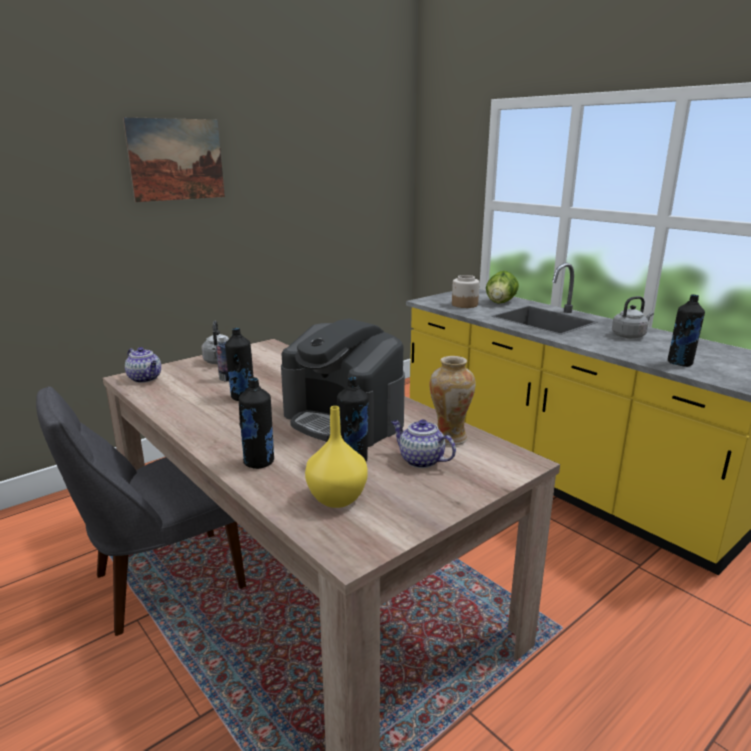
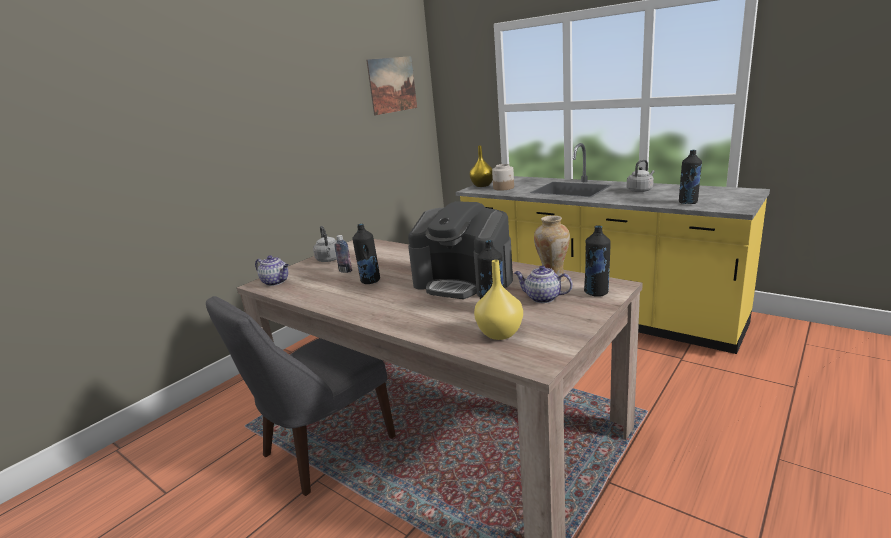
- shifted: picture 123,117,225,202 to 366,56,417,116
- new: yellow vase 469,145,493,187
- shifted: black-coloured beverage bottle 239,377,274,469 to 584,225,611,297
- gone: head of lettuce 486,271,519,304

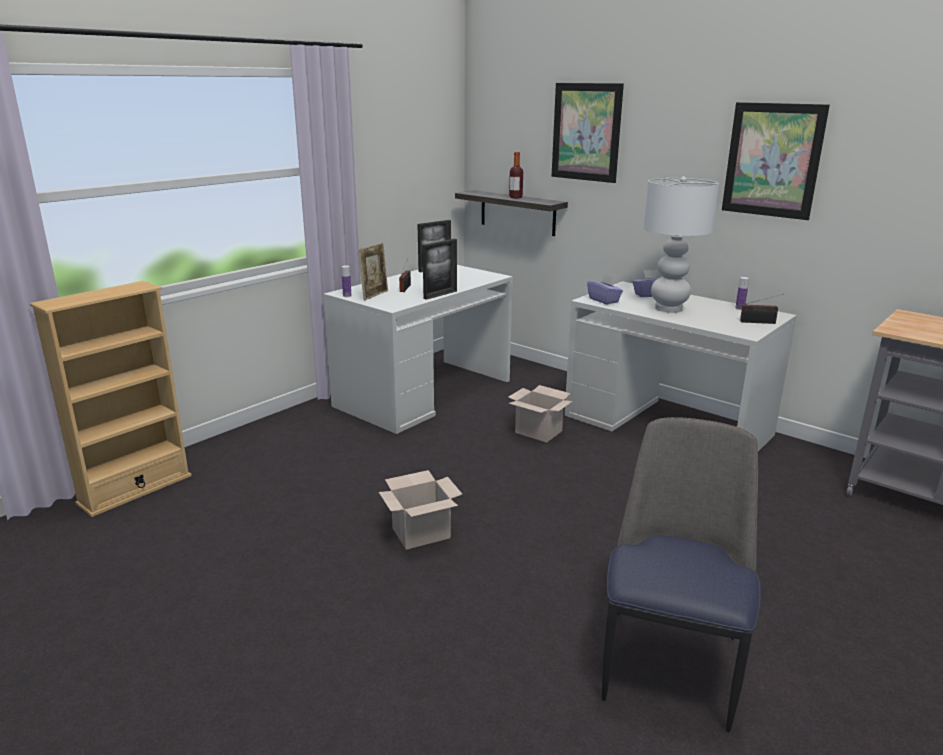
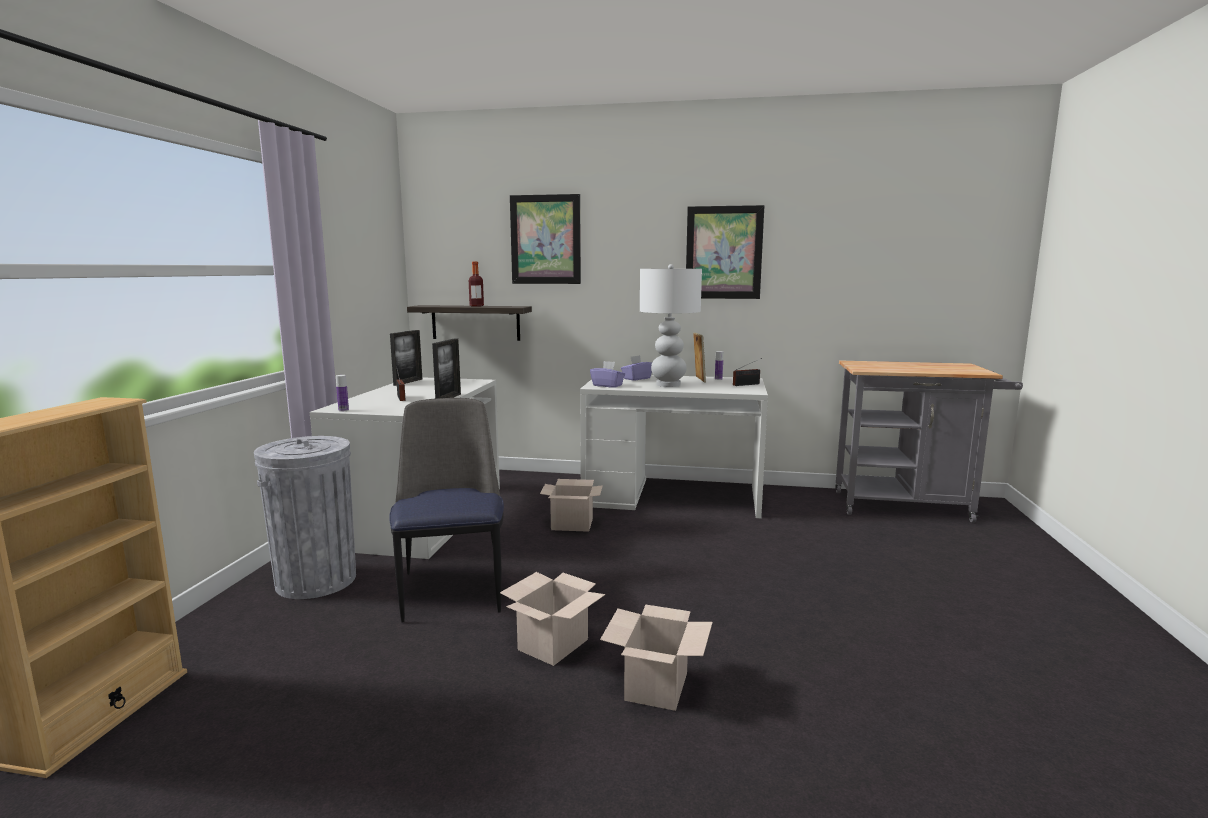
- new: greyish trash can 254,436,356,599
- shifted: plain chair 602,417,761,732 to 389,398,504,623
- new: cardboard box 600,604,713,711
- shifted: photo frame 358,243,388,300 to 693,333,706,383

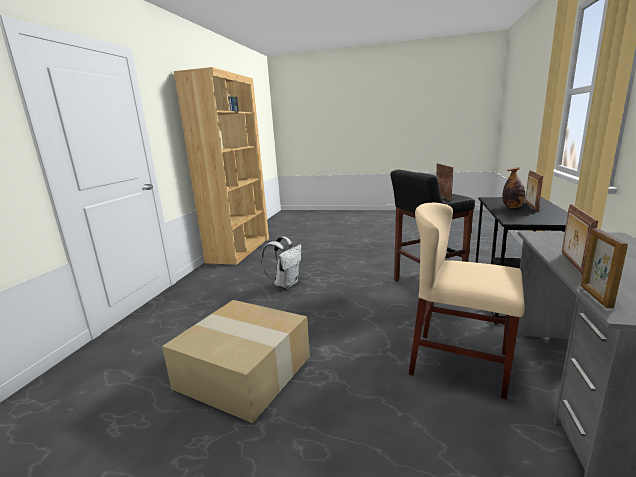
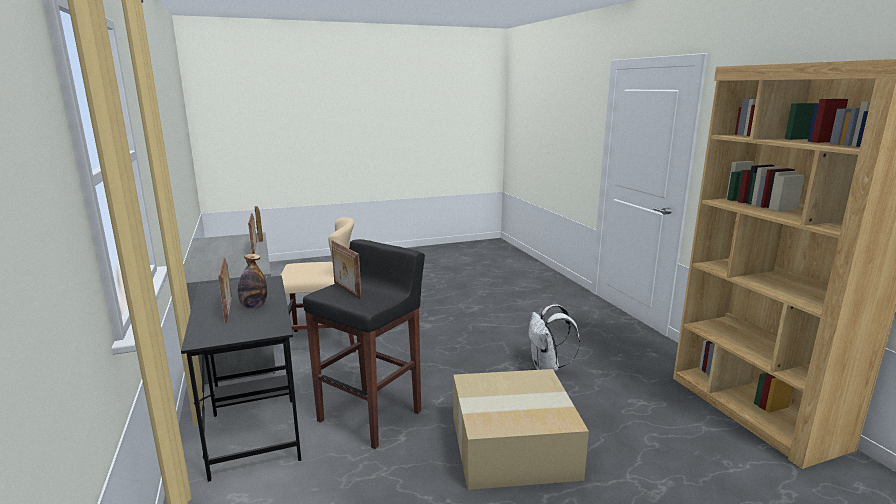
- shifted: cardboard box 162,300,310,423 to 453,369,589,490

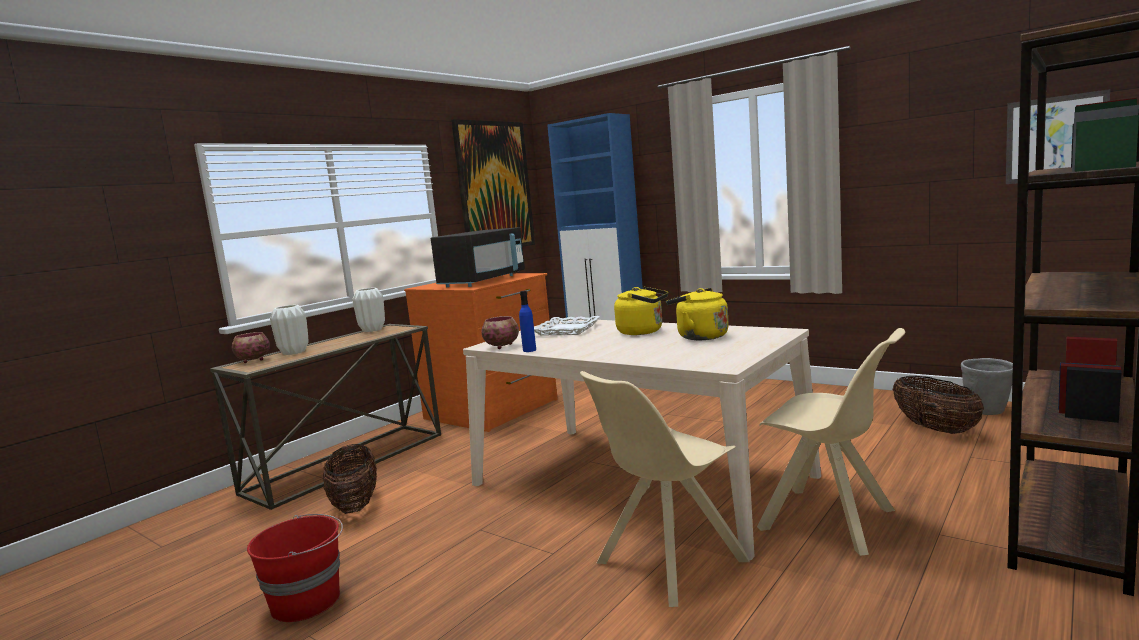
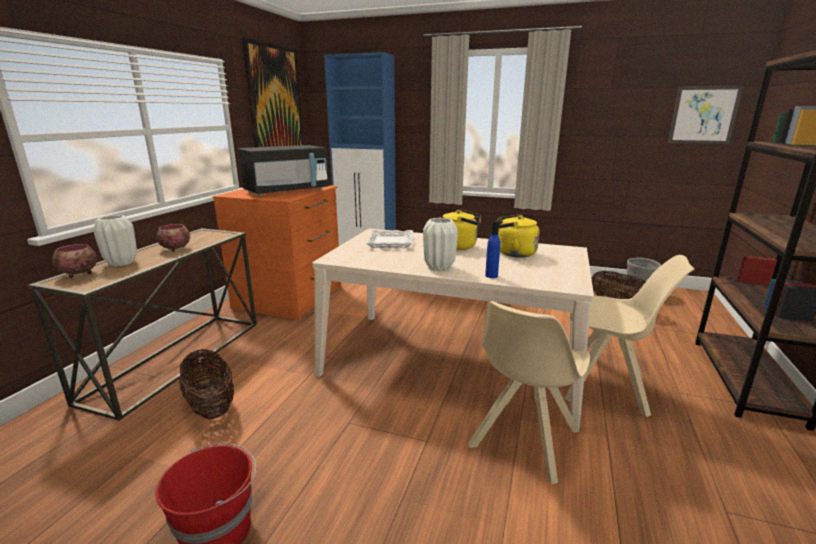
- shifted: serving bowl 481,316,519,349 to 156,224,190,252
- rotated: black-coloured microwave oven 431,227,525,287 = 238,145,329,196 45 degrees clockwise
- shifted: white vase 352,288,385,332 to 423,218,458,271
- shifted: blue beverage bottle 519,291,536,352 to 485,221,500,278

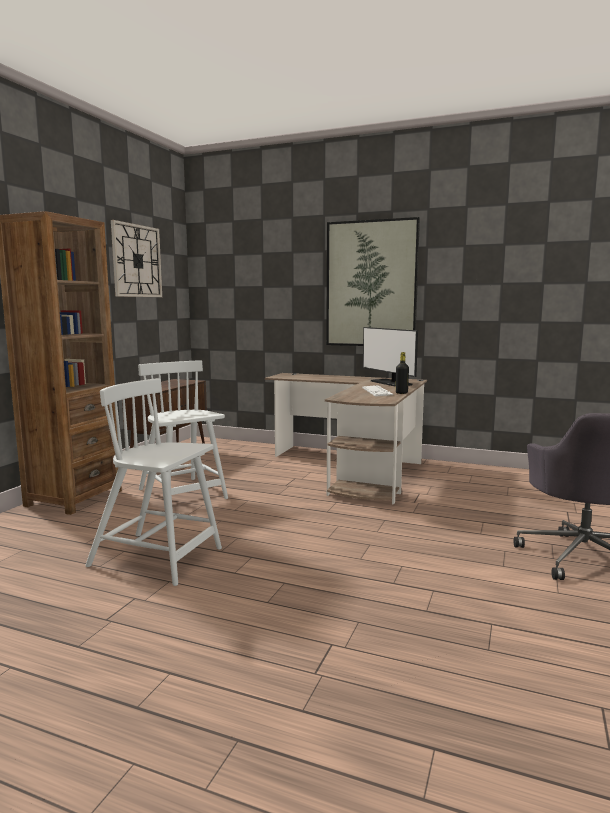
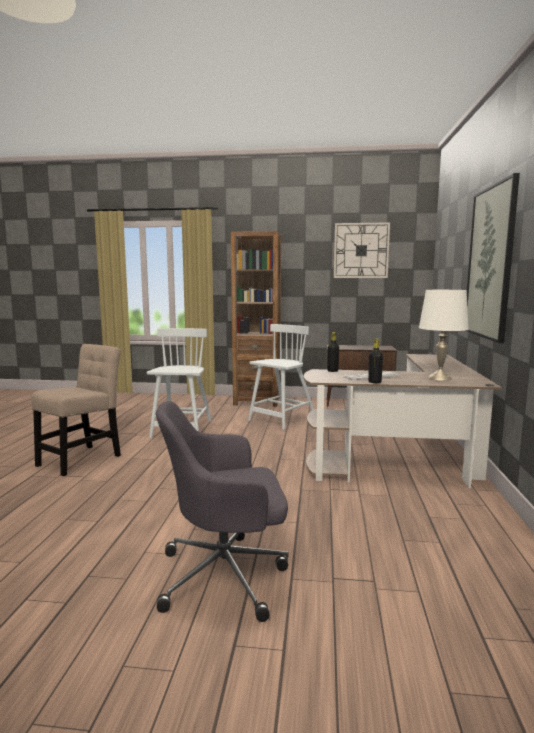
- new: sand-coloured plain chair 31,344,121,476
- new: black-coloured beverage bottle 327,332,339,372
- swapped: computer screen 363,327,418,387 to white table lamp 419,290,469,381

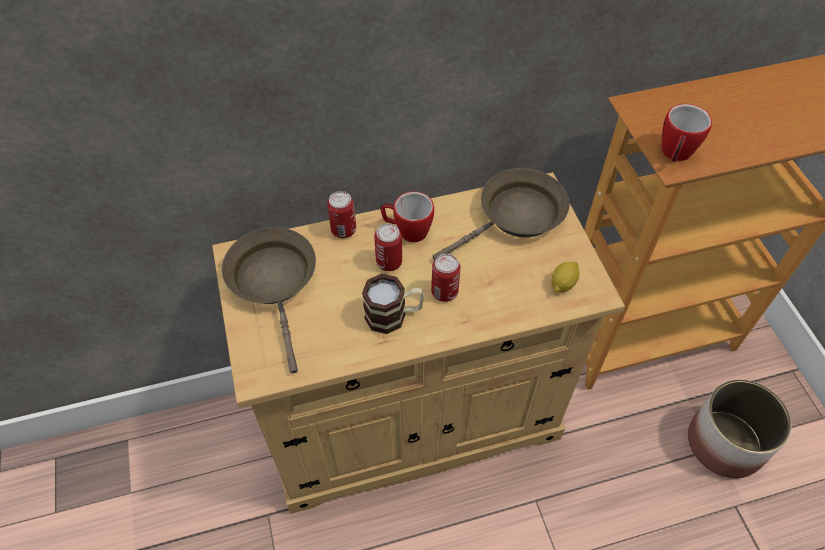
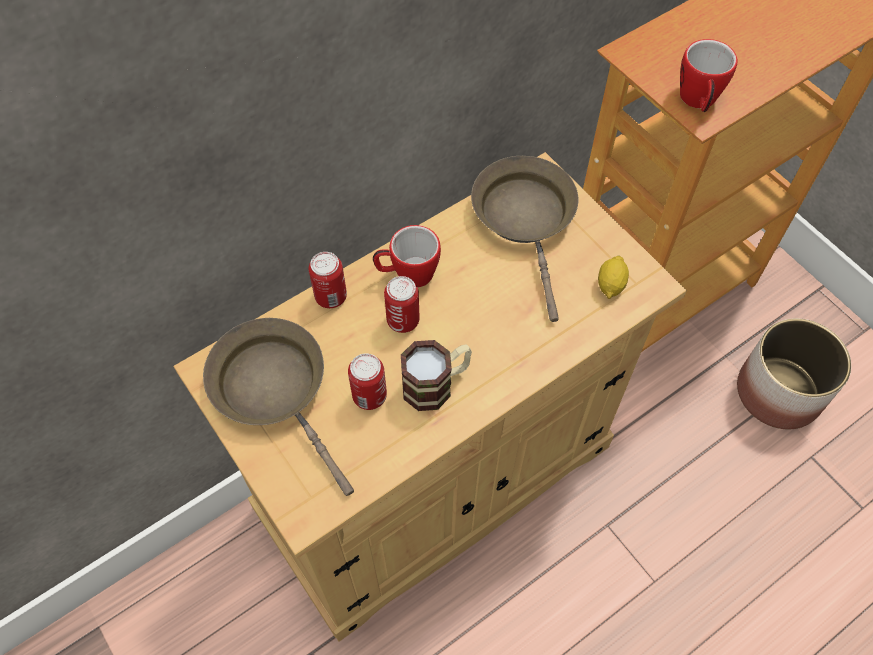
- shifted: can 431,254,461,302 to 348,353,387,410
- rotated: brownish pan 432,168,570,261 = 471,156,579,322 45 degrees counterclockwise

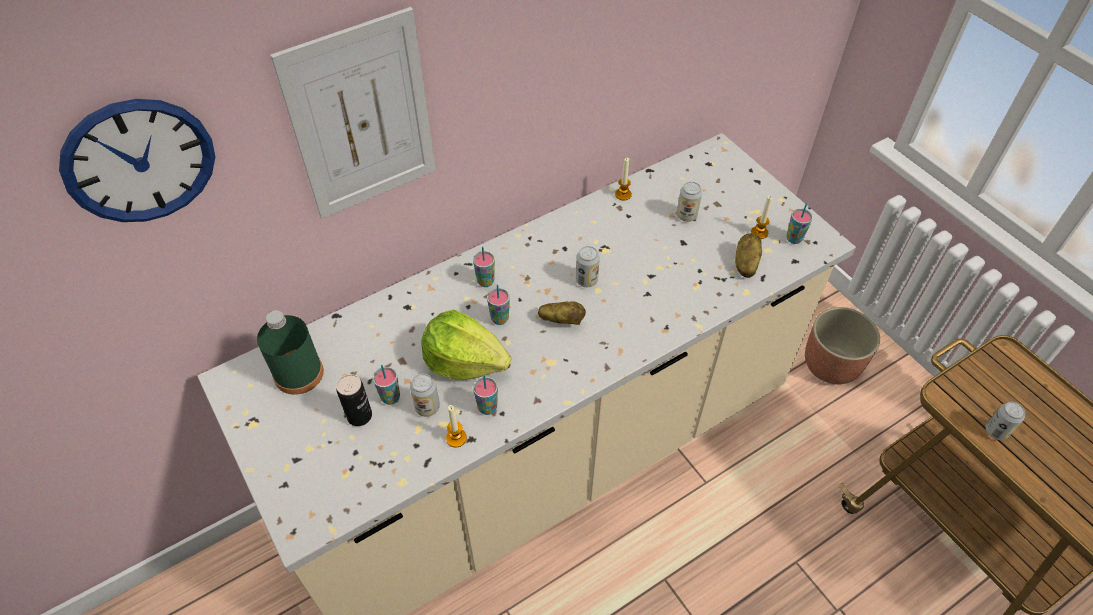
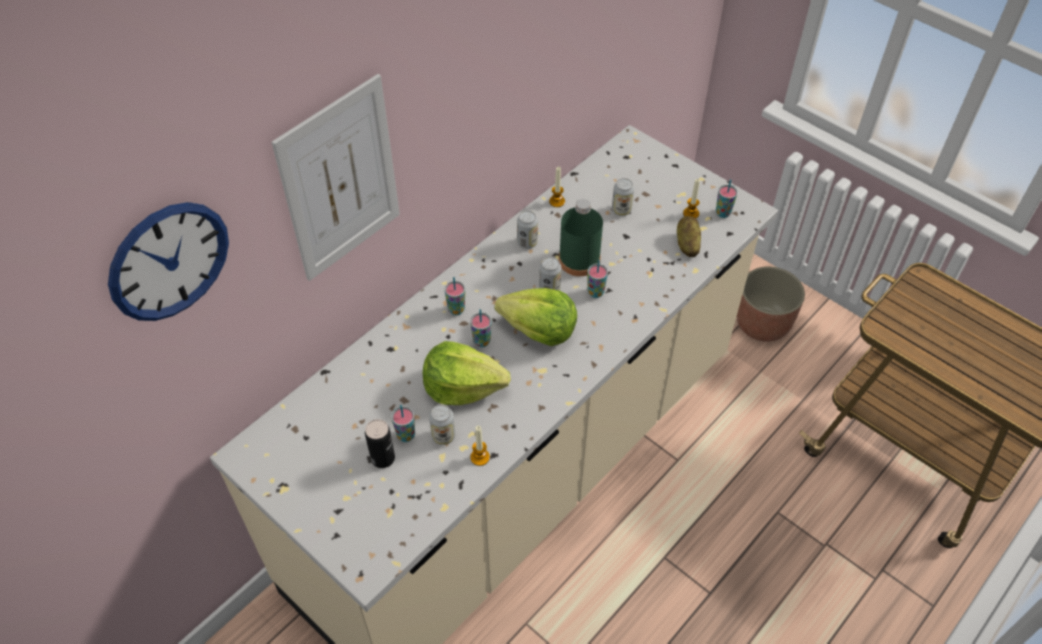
- swapped: spud 538,301,586,325 to head of lettuce 495,288,577,346
- shifted: can 986,402,1025,440 to 517,211,538,249
- shifted: green-coloured beverage bottle 257,310,324,395 to 559,199,603,276
- shifted: drinking cup 473,375,498,415 to 587,260,608,298

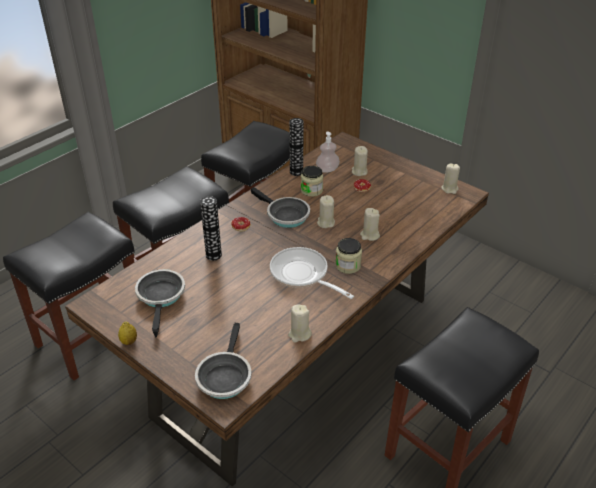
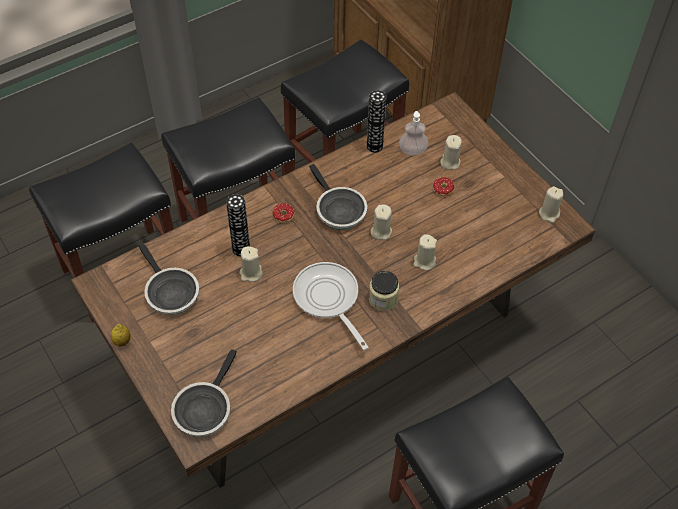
- rotated: pan 135,269,185,337 = 139,244,199,315 135 degrees clockwise
- shifted: sand-coloured wax light 288,305,312,343 to 240,246,263,282
- gone: storage jar 301,166,323,197

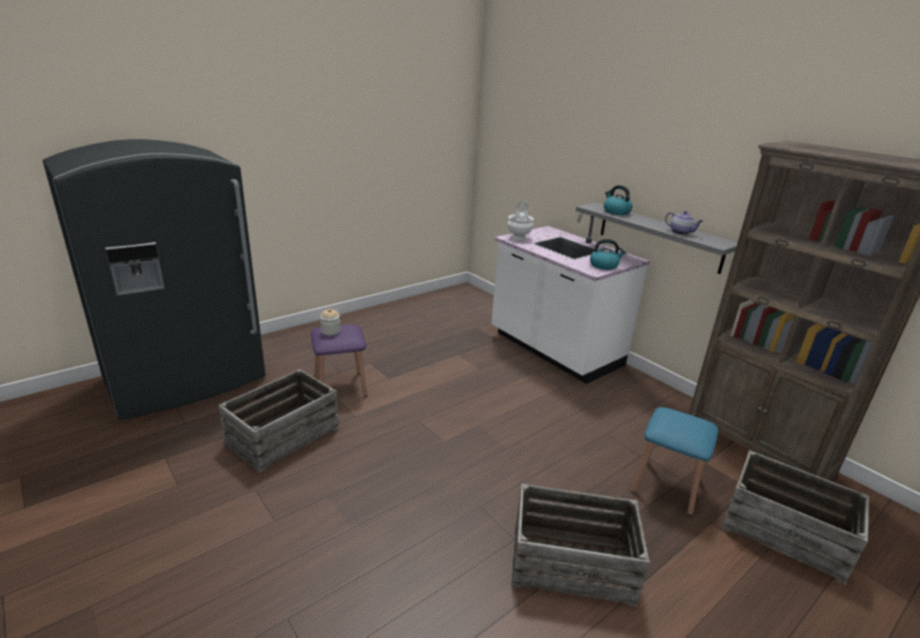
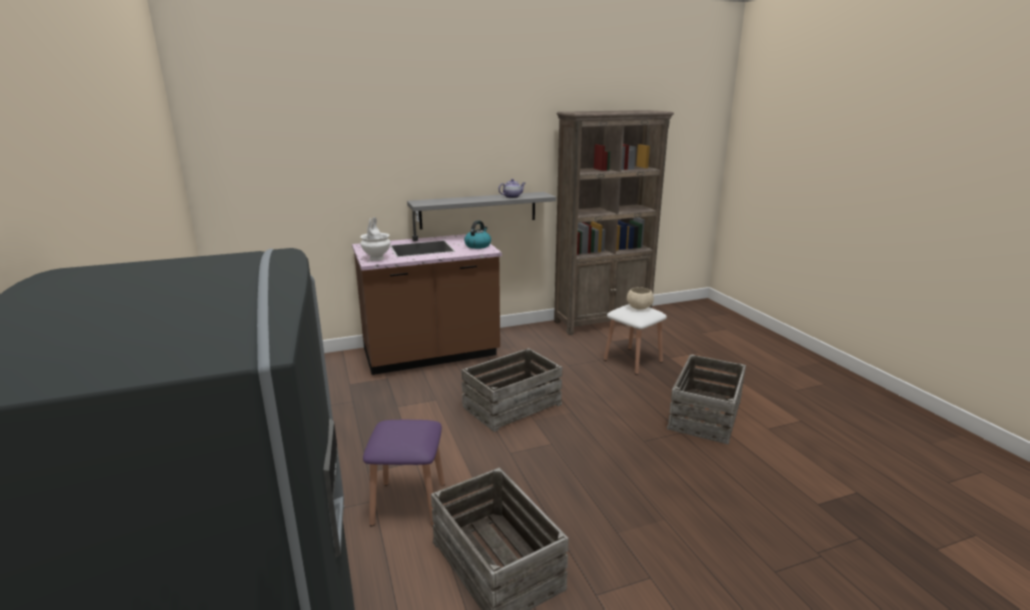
- repainted: white kitchen counter 491,213,650,384 to brownish kitchen counter 352,211,502,375
- shifted: packing crate 721,450,869,586 to 461,348,562,432
- repainted: blue stool 631,407,718,516 to white stool 604,304,667,375
- new: sand-coloured serving bowl 627,287,654,310
- gone: storage jar 320,308,340,336
- gone: tea kettle 604,185,633,215

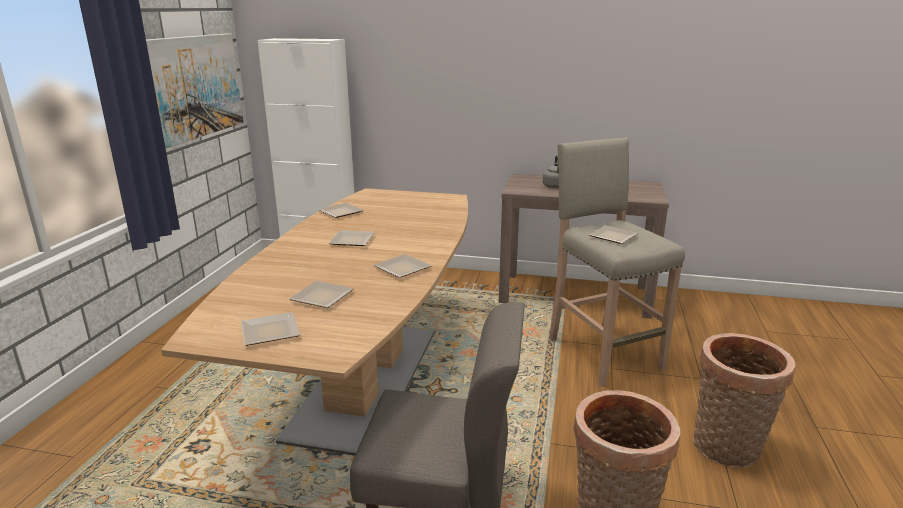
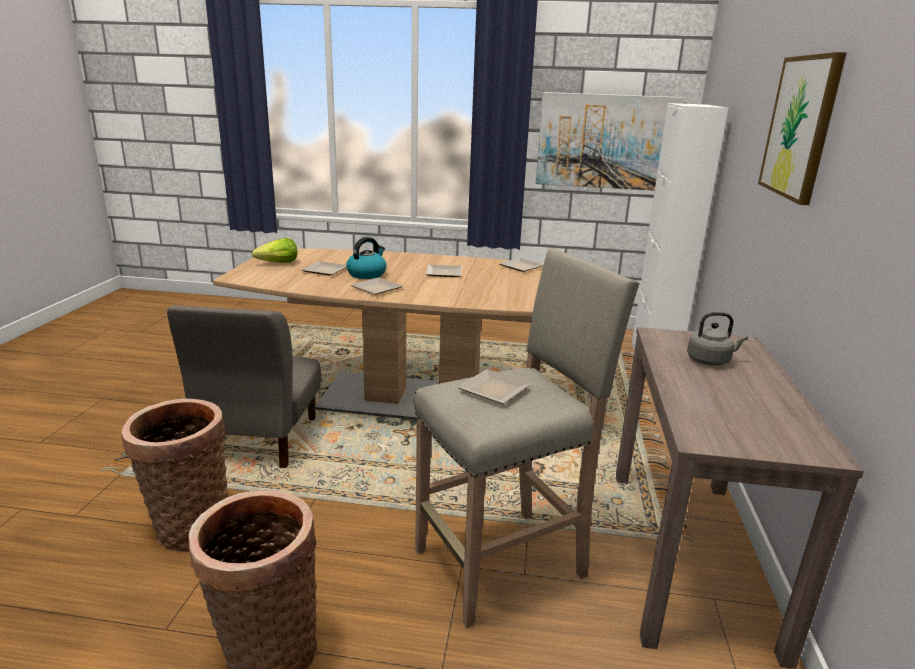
- swapped: flat dish 241,312,300,346 to head of lettuce 252,238,297,263
- new: tea kettle 346,237,386,279
- new: picture 758,52,847,205

